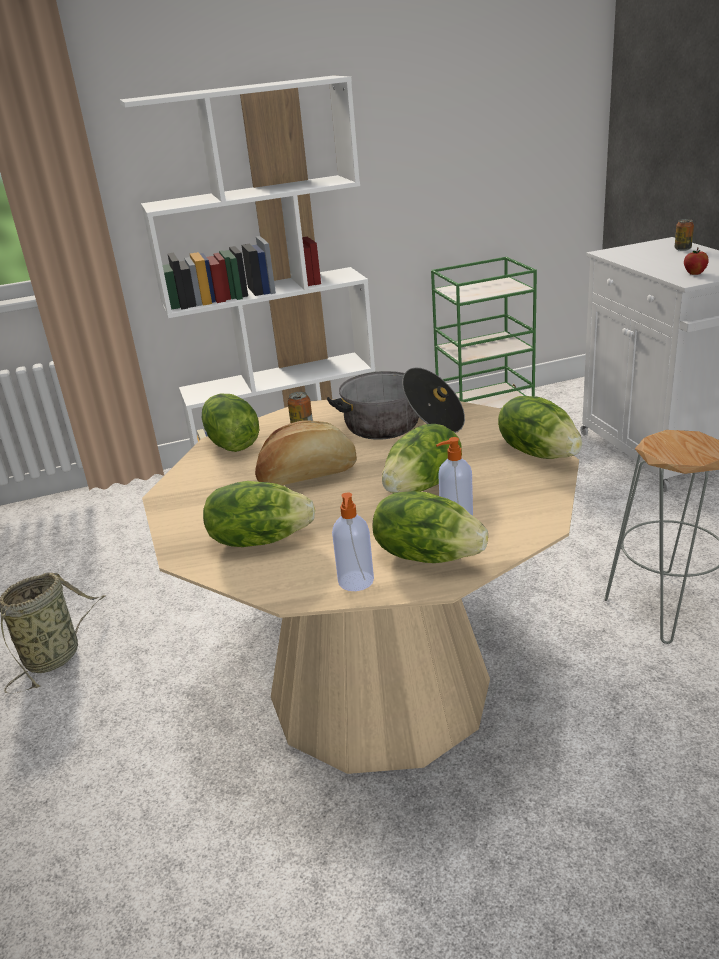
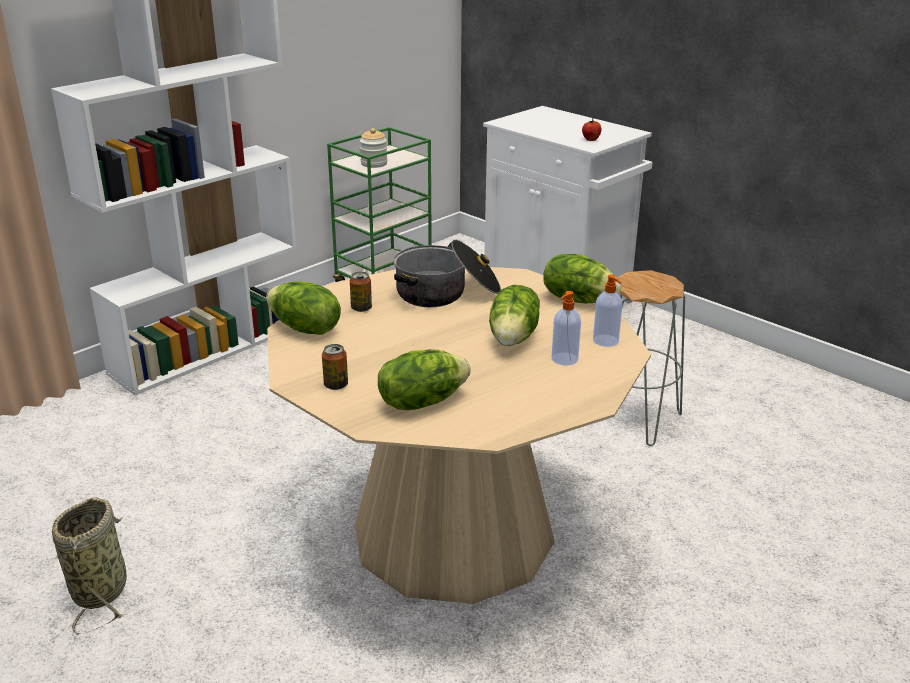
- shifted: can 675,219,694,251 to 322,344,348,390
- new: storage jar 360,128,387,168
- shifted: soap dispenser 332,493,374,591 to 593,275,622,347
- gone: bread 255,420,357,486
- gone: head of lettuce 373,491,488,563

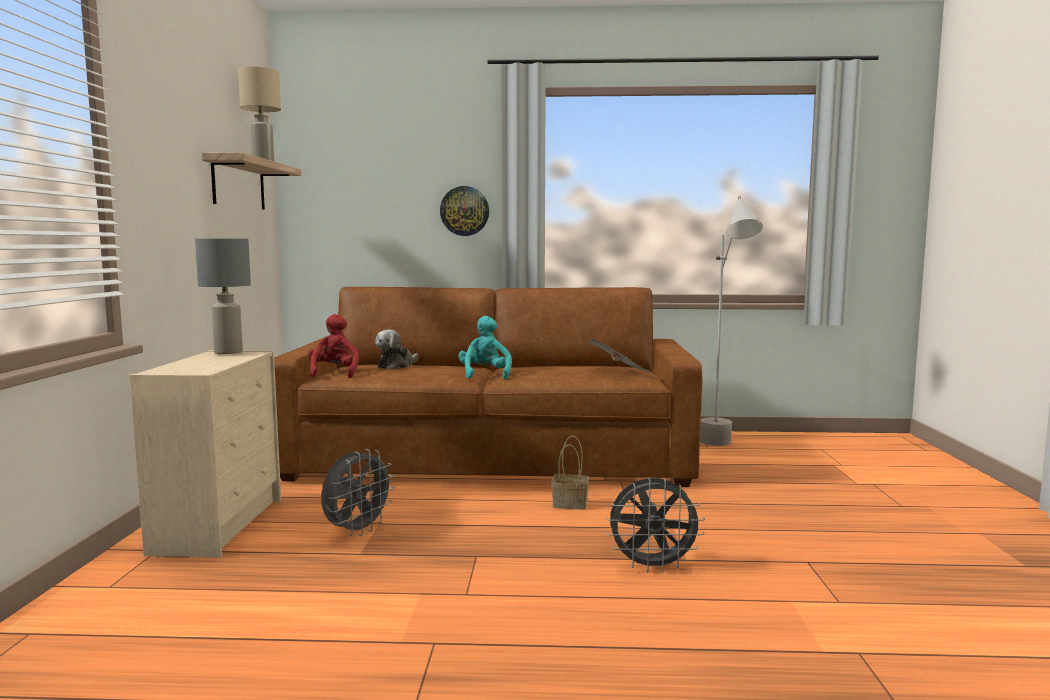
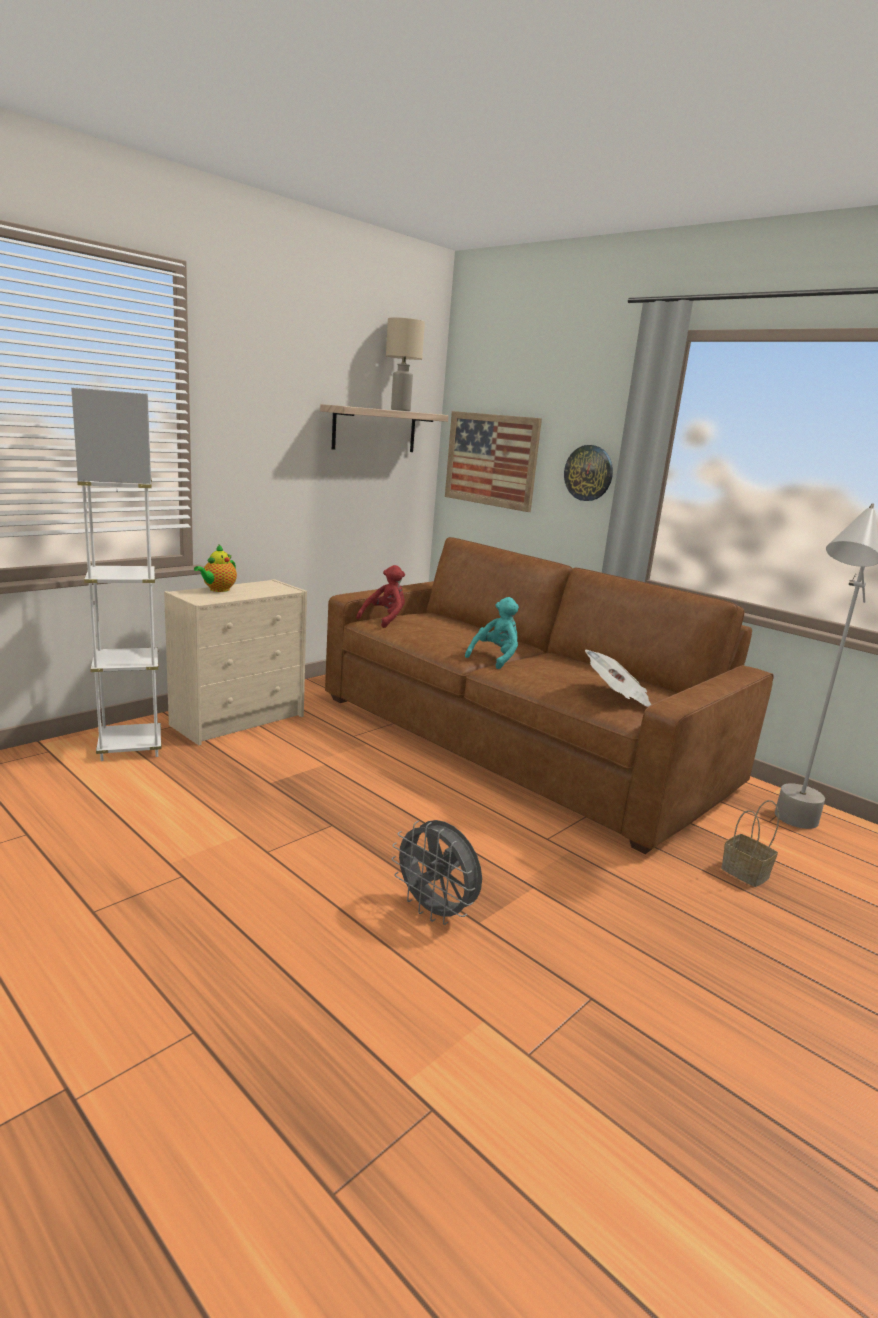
- new: white standing lamp 71,388,162,761
- new: teapot 194,545,237,592
- new: picture 445,411,542,512
- shifted: household basket 551,436,589,509 to 721,800,779,887
- gone: greyish table lamp 195,238,251,354
- gone: greyish fan 321,449,395,536
- gone: cuddly toy 375,329,419,369

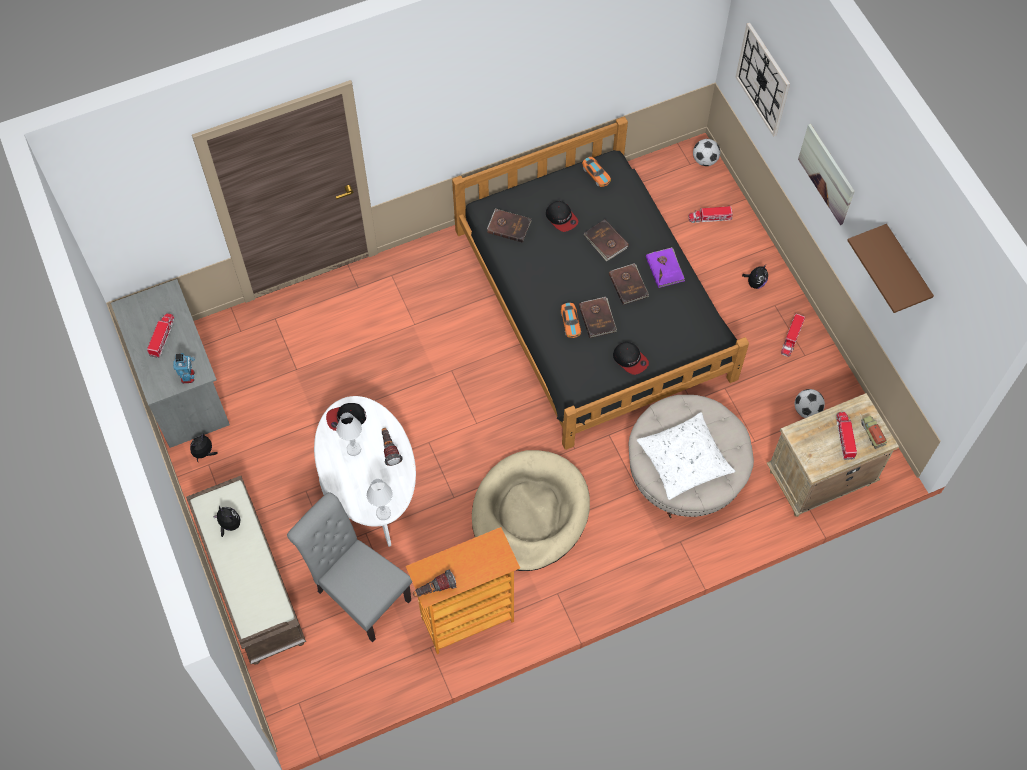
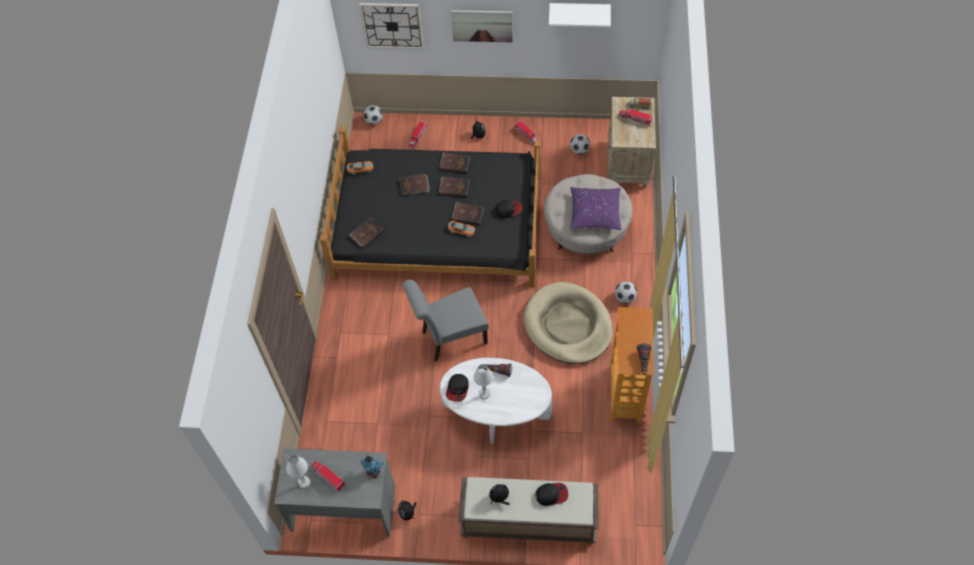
- shifted: white table lamp 366,479,393,520 to 286,455,311,488
- shifted: greyish plain chair 287,492,412,642 to 402,279,489,362
- repainted: purple book 646,247,685,288 to brownish book 439,153,471,173
- shifted: peaked cap 546,201,578,232 to 535,483,568,506
- repainted: brownish wall shelf 847,224,934,313 to white wall shelf 549,3,611,27
- repainted: white pillow 637,412,735,500 to purple pillow 570,187,621,230
- new: football 615,281,637,303

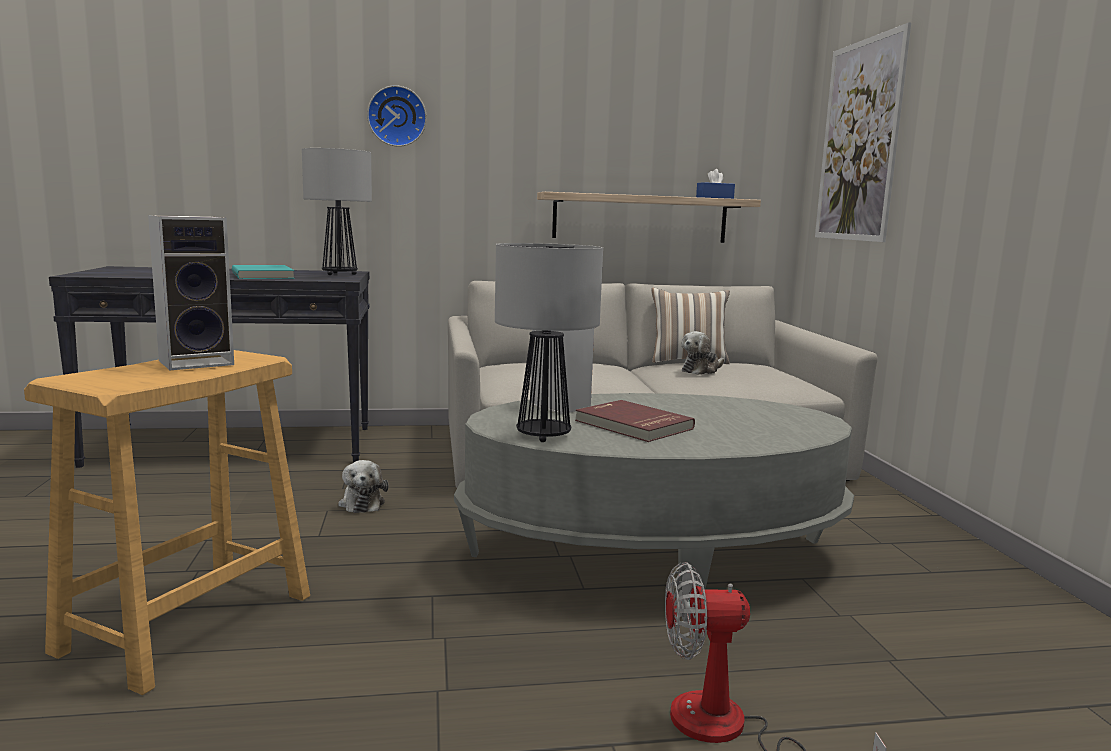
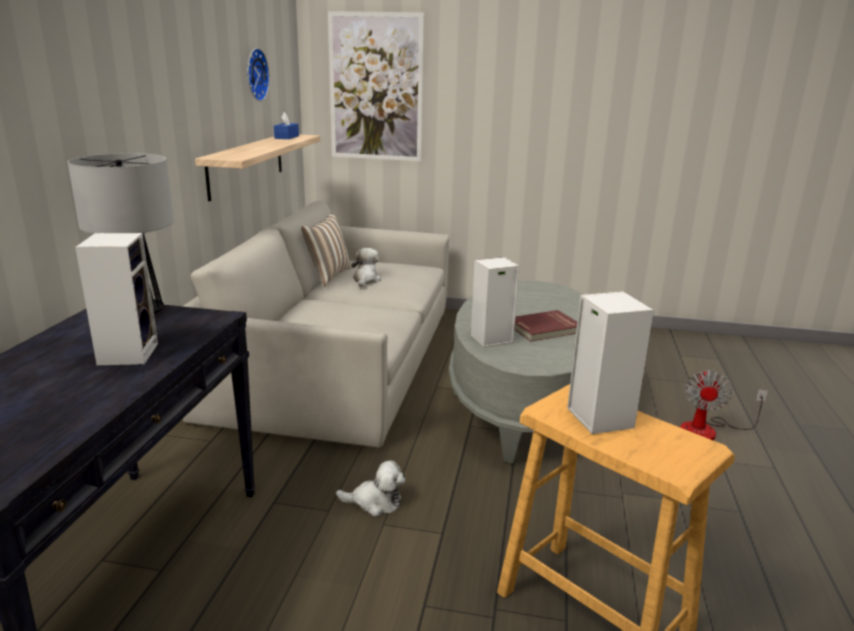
- swapped: blue-green book 232,265,294,279 to speaker 75,233,158,365
- shifted: hanging clock 367,85,427,147 to 247,48,270,101
- rotated: cuddly toy 681,331,724,375 = 351,248,381,287 150 degrees counterclockwise
- gone: table lamp 495,243,603,442

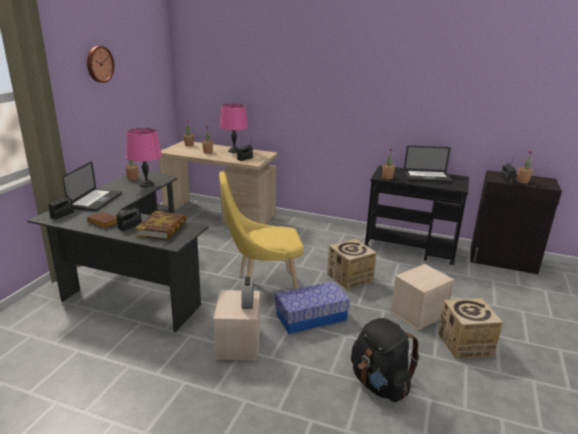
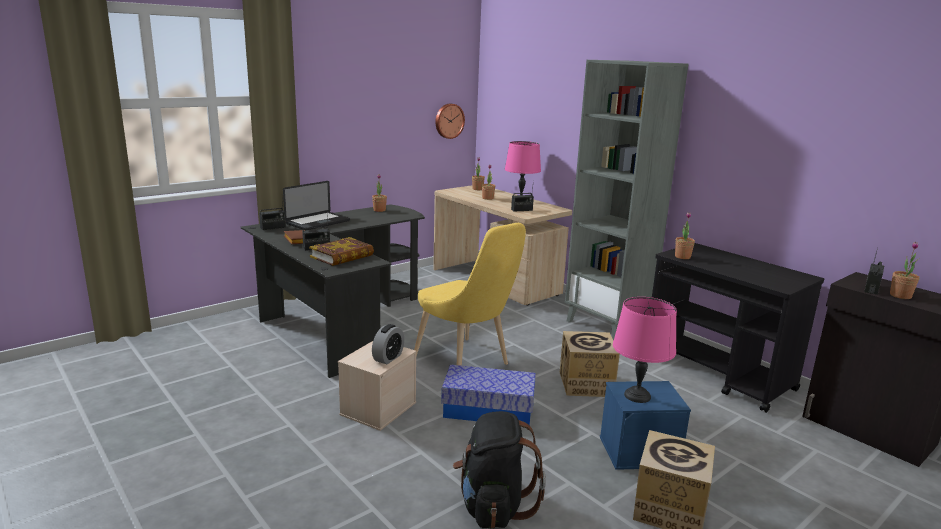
- rotated: yellow plain chair 219,171,304,289 = 414,223,526,366 150 degrees counterclockwise
- shifted: hanging clock 87,46,114,83 to 435,104,465,139
- new: greyish bookcase 565,60,688,340
- repainted: sand-coloured storage box 391,264,454,330 to blue storage box 600,381,691,470
- shifted: pink table lamp 126,128,162,188 to 613,297,677,403
- gone: portable computer 404,146,453,183

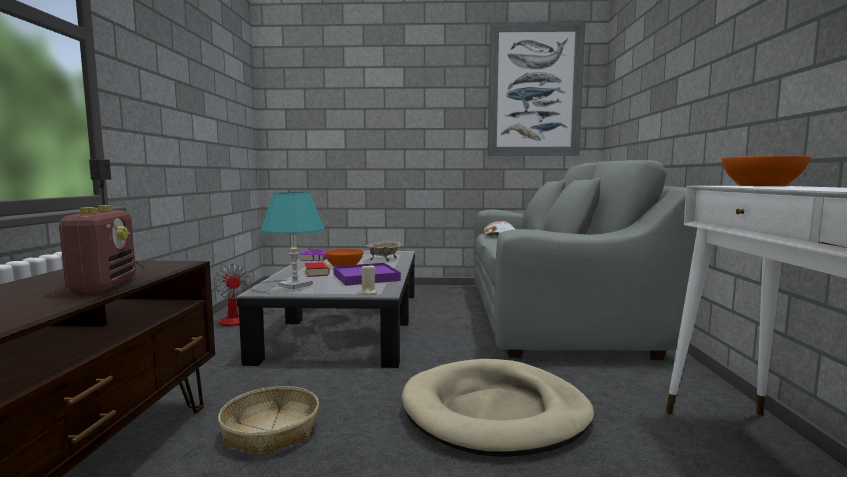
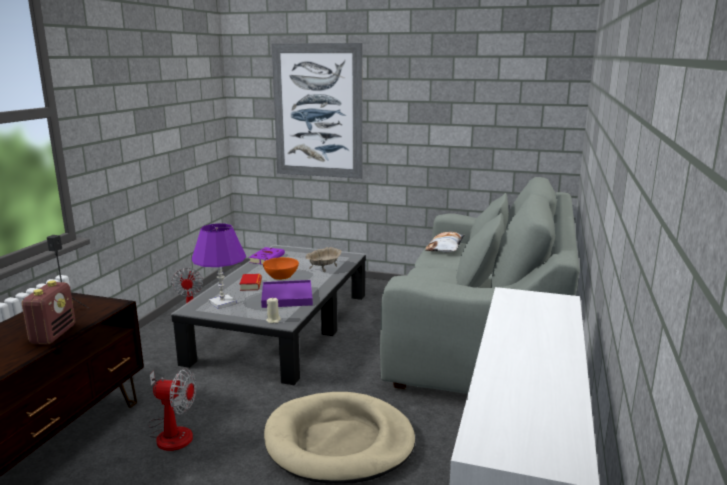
- swapped: household basket 218,386,319,458 to fan 148,368,196,451
- repainted: blue-green table lamp 261,192,324,289 to purple table lamp 192,223,246,309
- shifted: picture 487,21,586,156 to 272,43,363,179
- gone: orange serving bowl 722,156,811,186

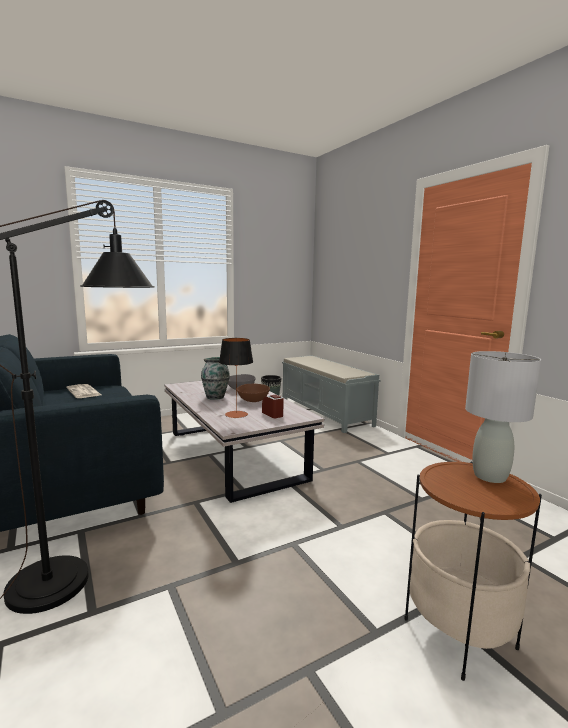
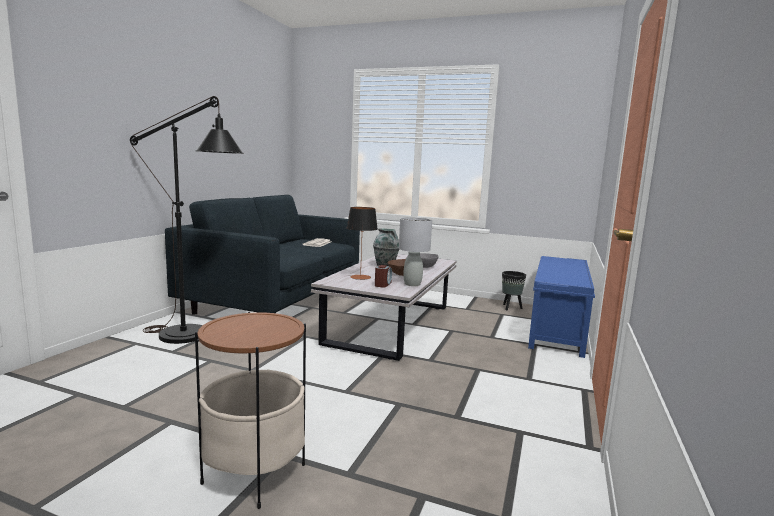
- shifted: greyish table lamp 465,351,541,483 to 399,217,432,286
- repainted: greyish bench 282,355,381,433 to blue bench 528,256,595,358

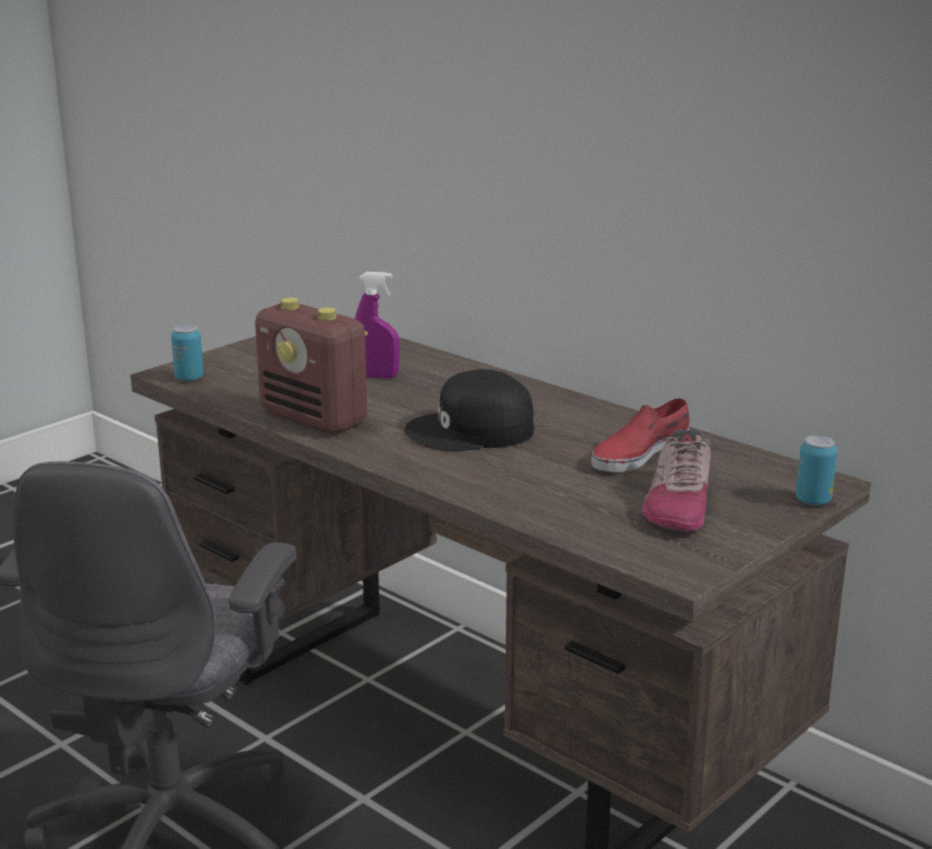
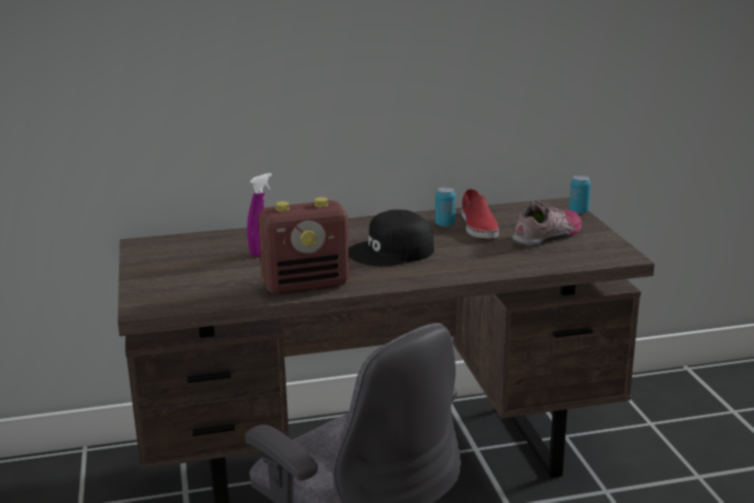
- rotated: black-coloured peaked cap 404,369,534,451 = 349,209,434,266 45 degrees clockwise
- shifted: can 171,325,204,381 to 435,187,456,227
- rotated: shoe 642,429,711,532 = 512,200,582,247 90 degrees counterclockwise

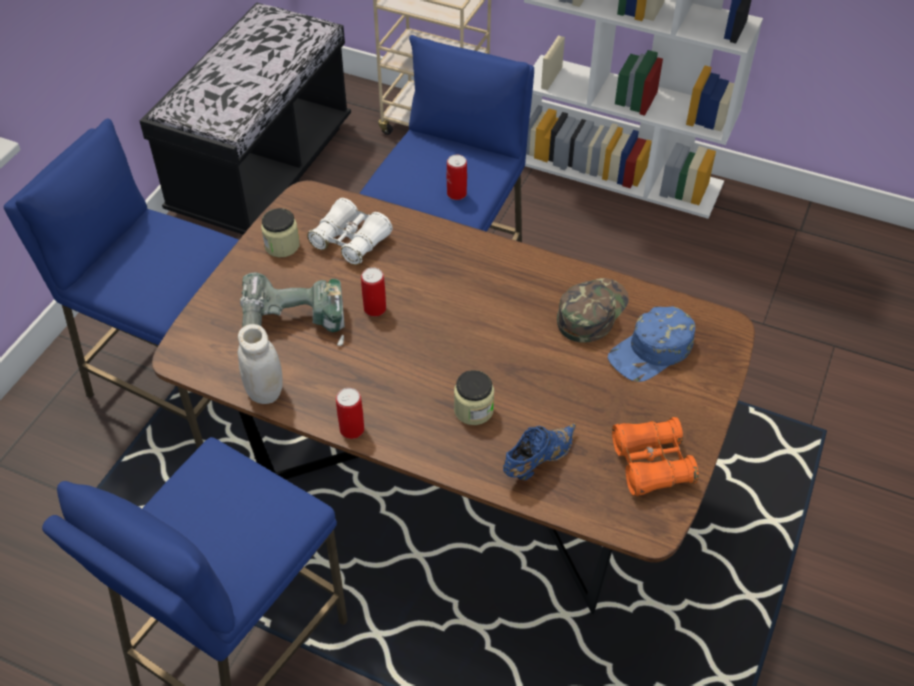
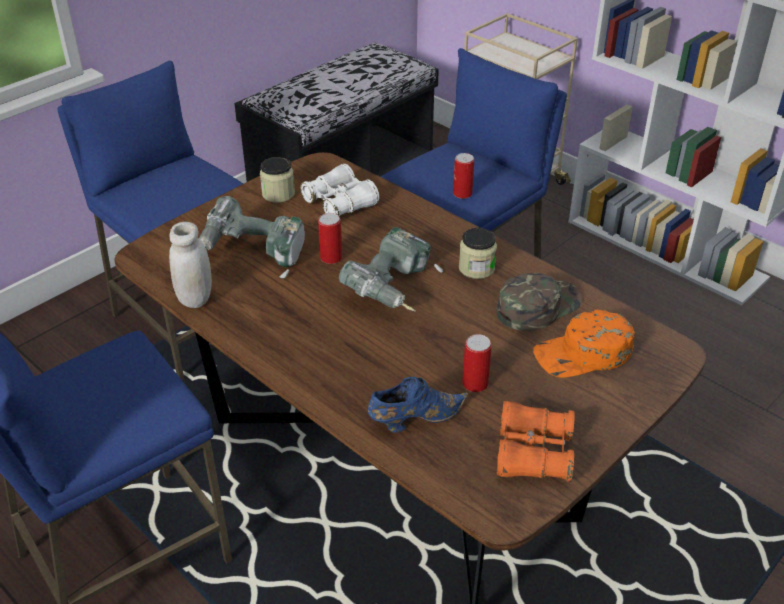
- new: electric drill 339,227,443,311
- shifted: storage jar 454,370,494,425 to 459,228,497,279
- shifted: can 336,388,364,439 to 462,334,492,392
- repainted: blue peaked cap 608,306,695,382 to orange peaked cap 533,309,634,378

